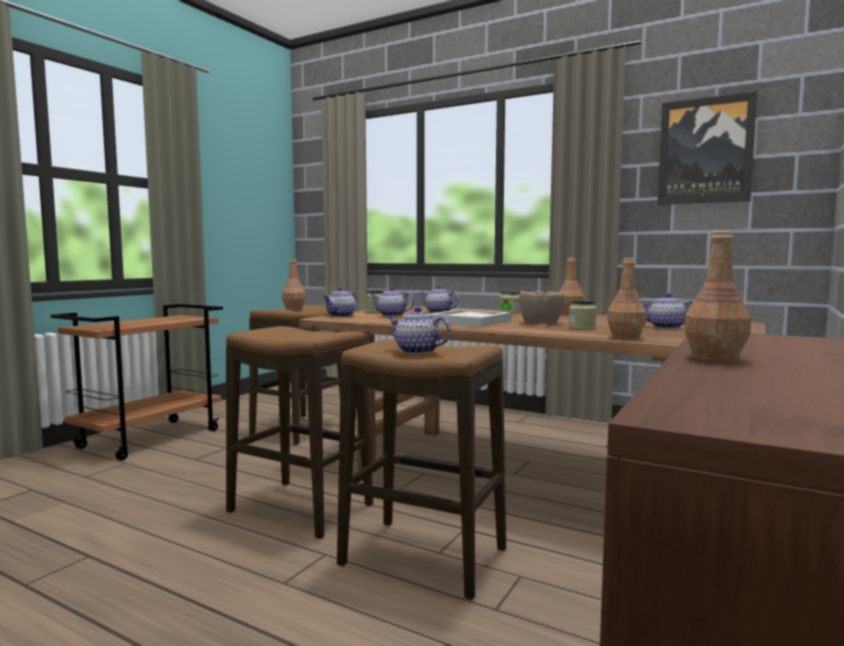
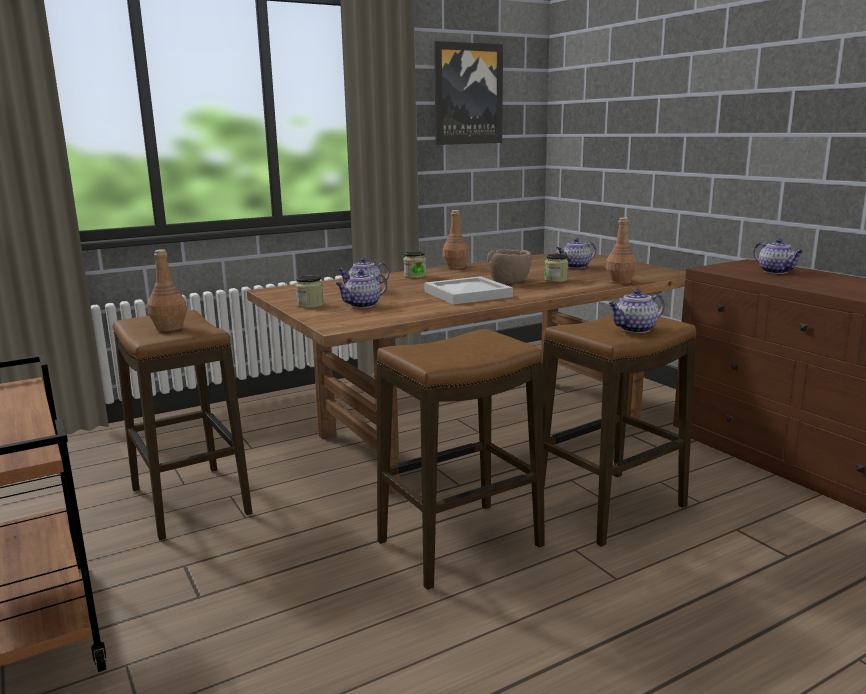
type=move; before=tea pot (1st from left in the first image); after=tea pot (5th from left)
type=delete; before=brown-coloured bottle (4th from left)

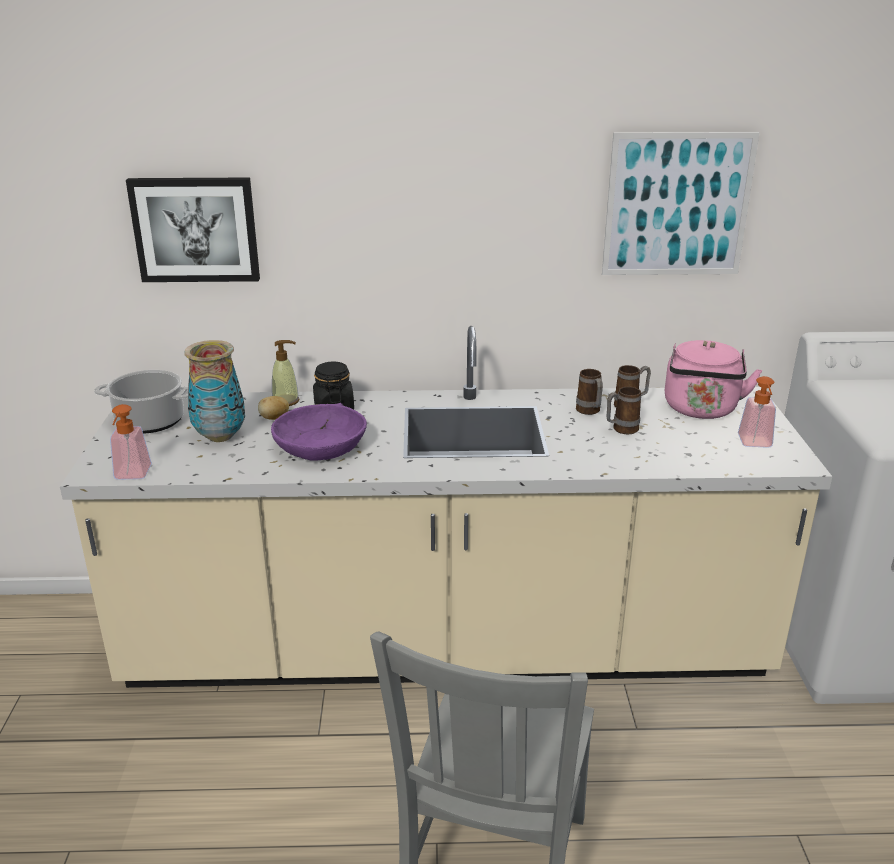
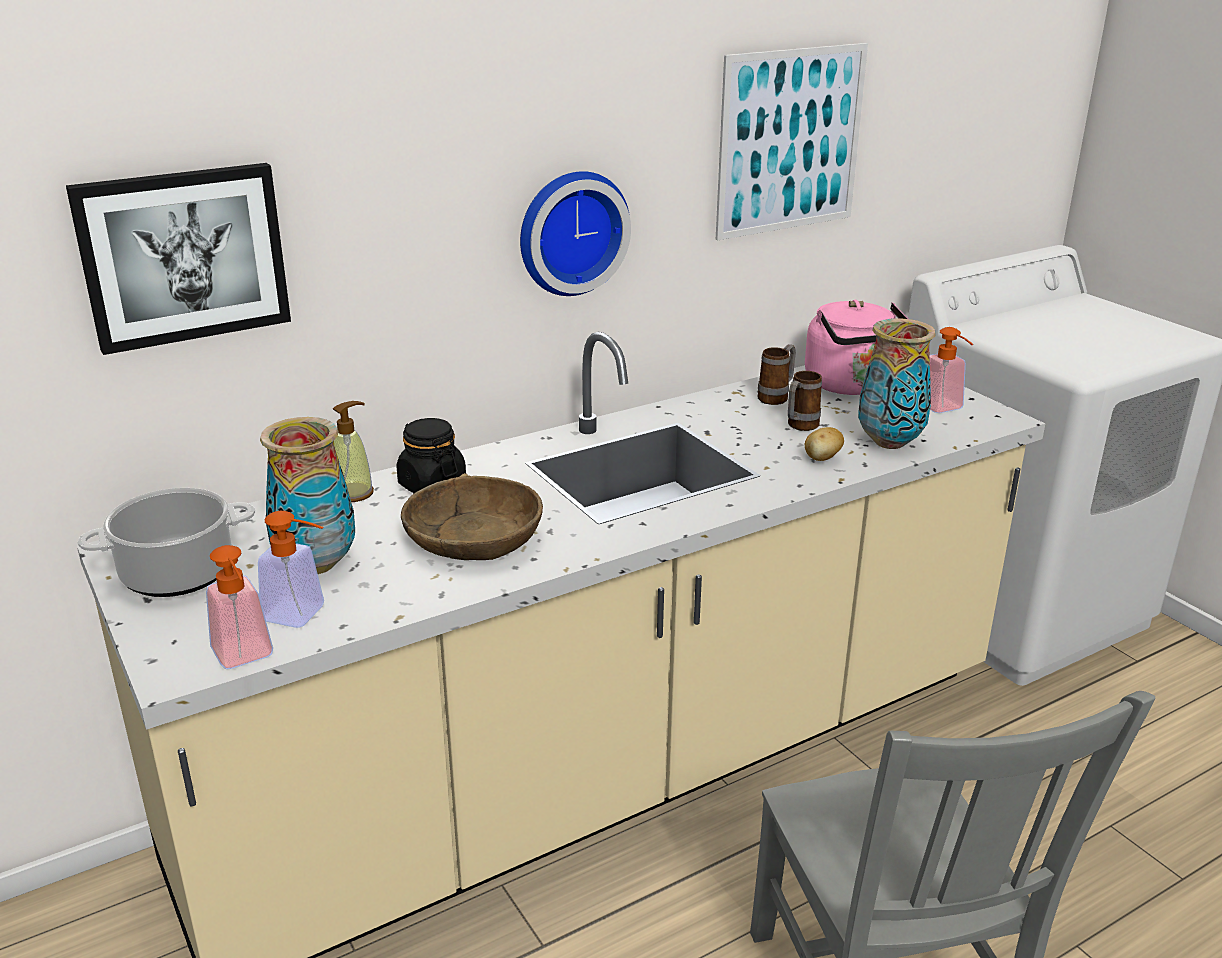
type=move; before=potato
type=recolor; before=purplish deep dish; after=brown-coloured deep dish
type=delete; before=coffee mug (1st from left)
type=insert; after=soap dispenser (2nd from left)
type=insert; after=hanging clock
type=insert; after=flower vase (2nd from left)

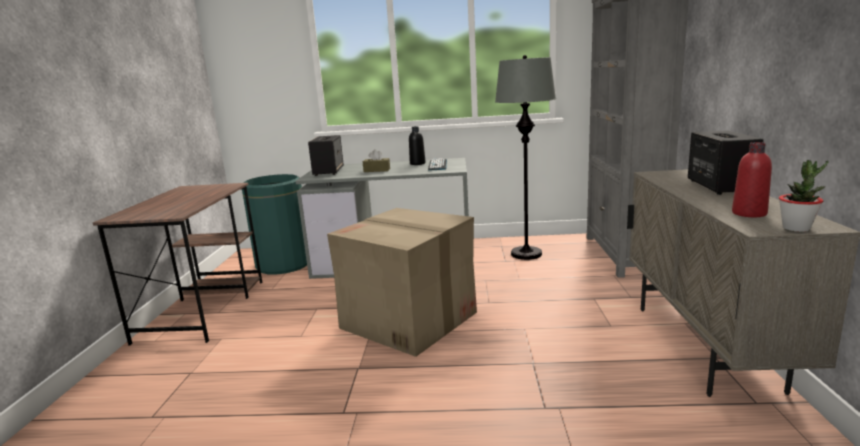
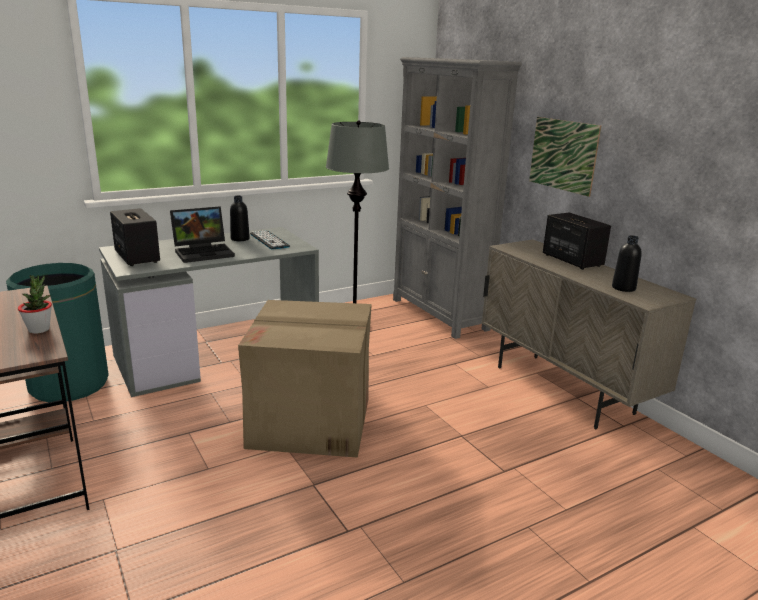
type=replace; before=brown-coloured tissue holder; after=notebook computer
type=recolor; before=red bottle; after=black-coloured bottle (2nd from left)
type=move; before=houseplant
type=insert; after=wall art

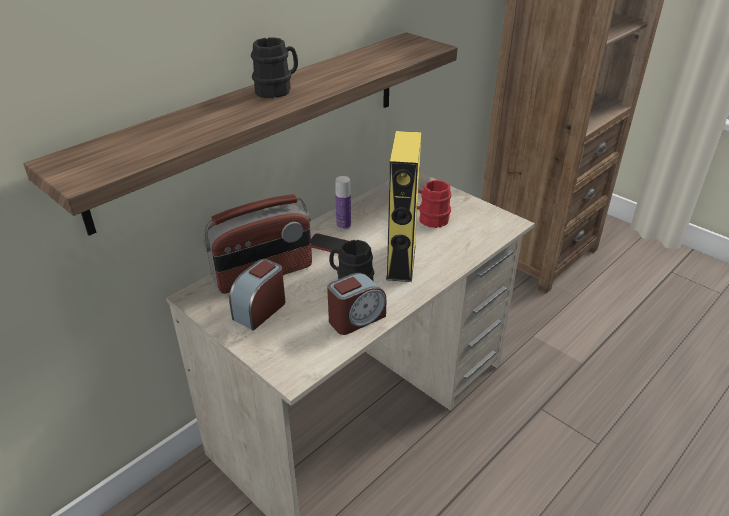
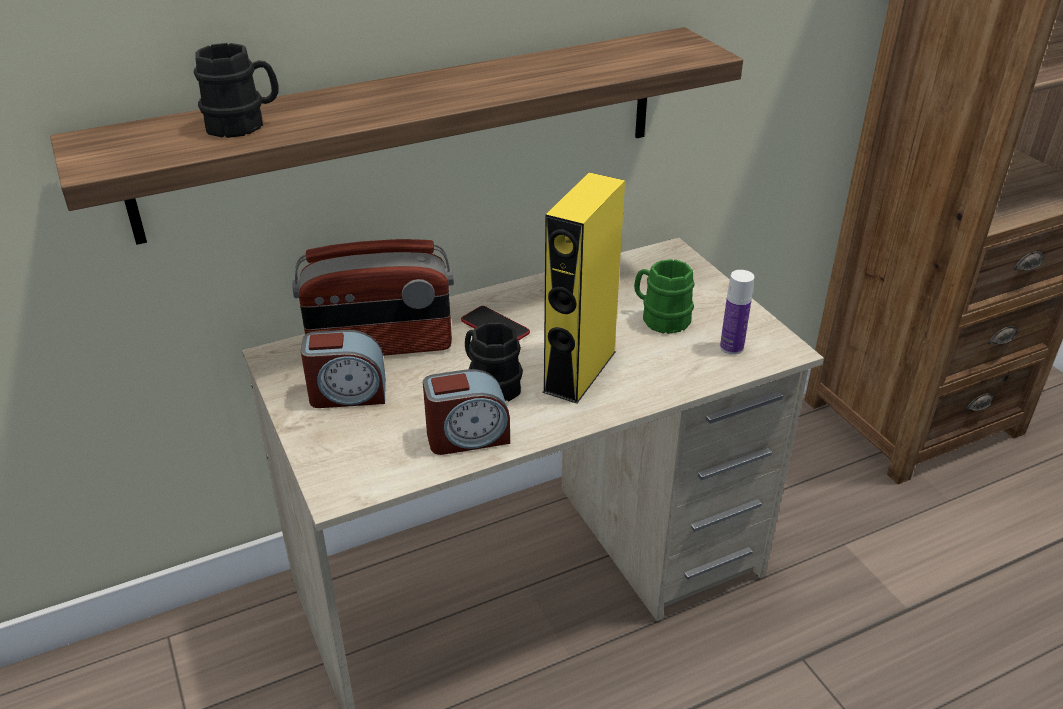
type=rotate; before=bedside clock (1st from left); turn=-150
type=move; before=black-coloured coffee mug (1st from left)
type=move; before=bottle
type=recolor; before=red coffee mug; after=green coffee mug

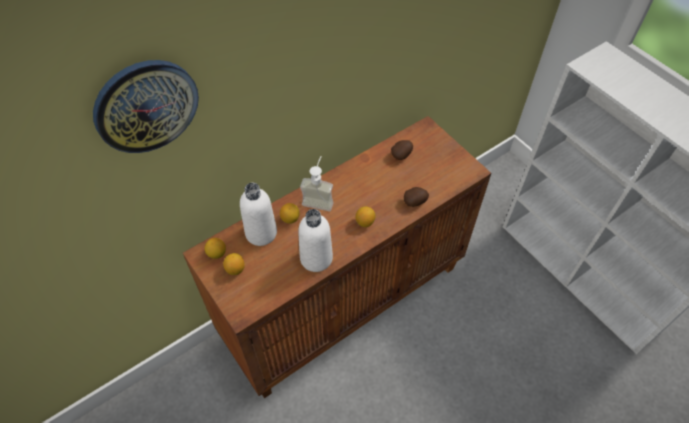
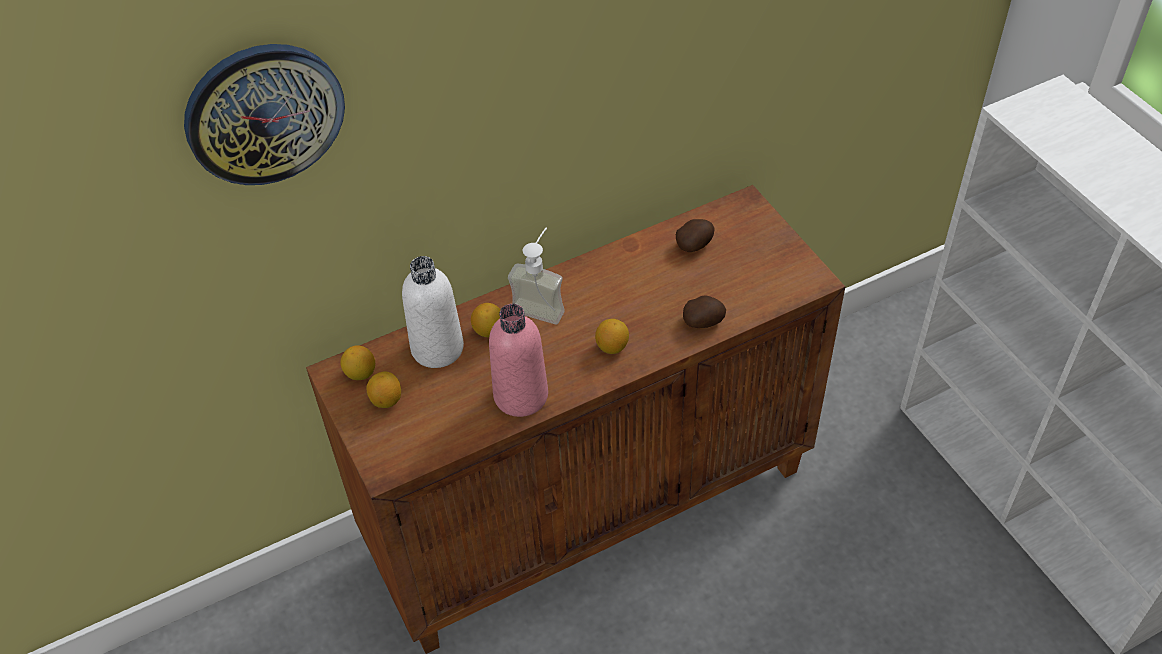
type=recolor; before=whitish bottle (2nd from left); after=pink bottle

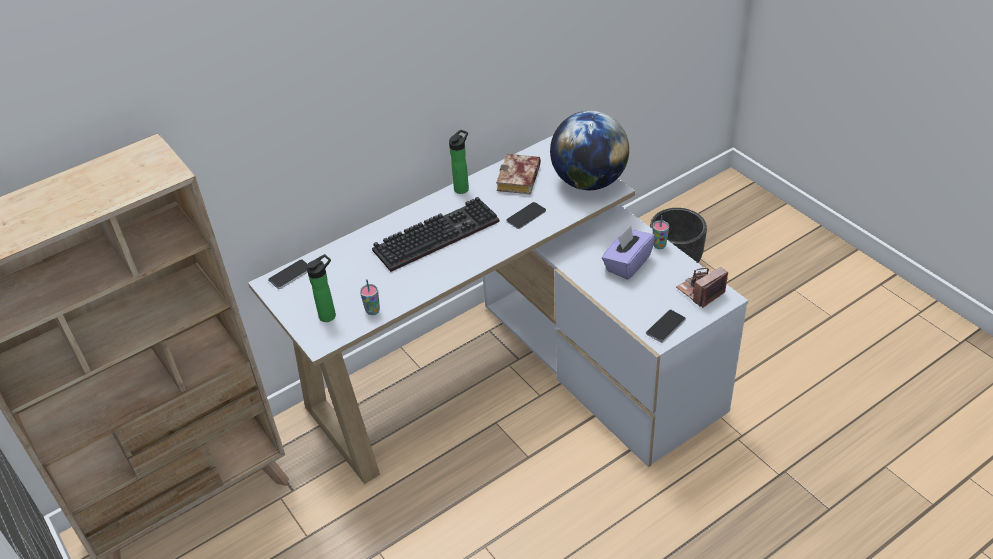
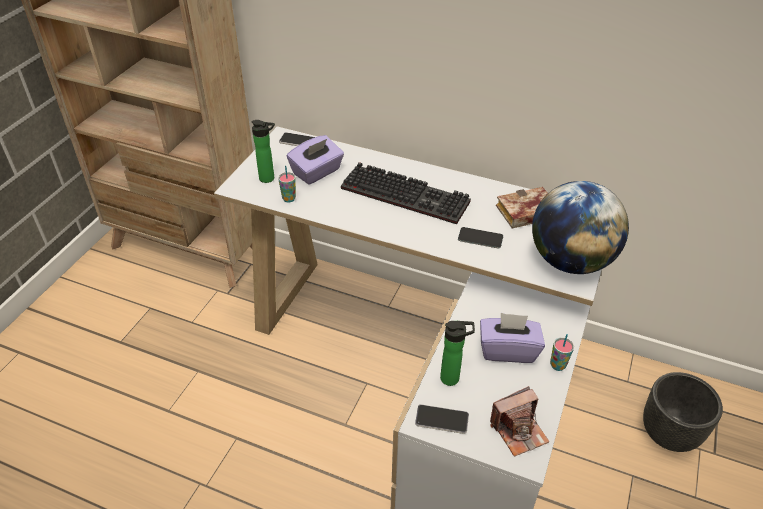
type=move; before=bottle (2nd from left)
type=rotate; before=photo camera; turn=135
type=insert; after=purplish tissue holder (1st from left)

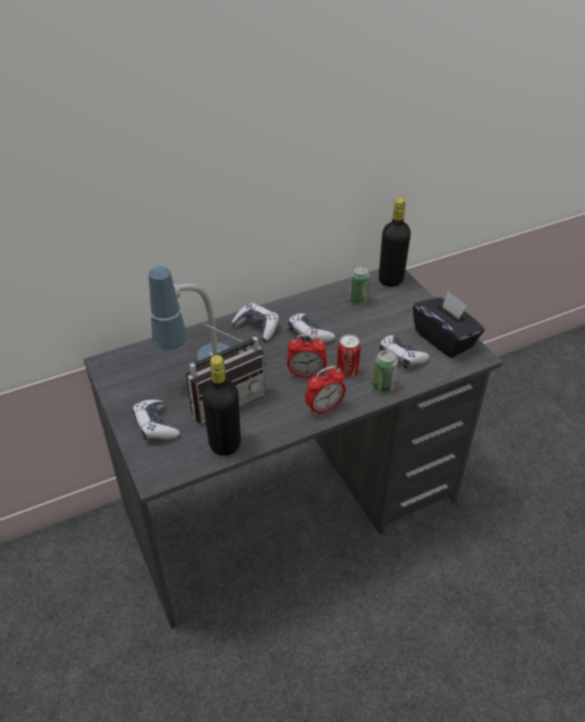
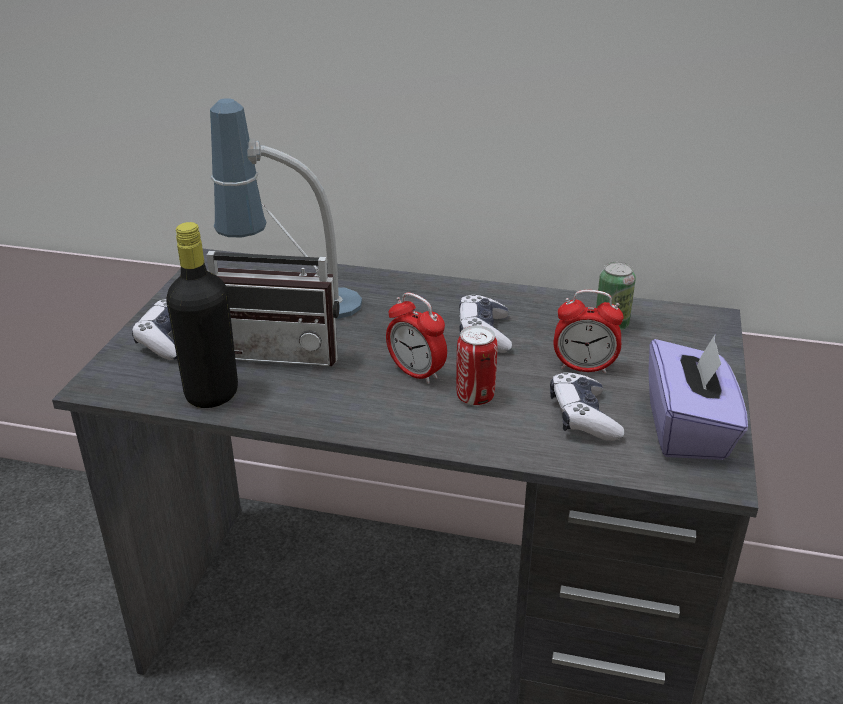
type=delete; before=game controller (2nd from left)
type=move; before=bedside clock (2nd from left)
type=delete; before=metal can (3rd from left)
type=delete; before=black-coloured bottle (2nd from left)
type=recolor; before=black-coloured tissue holder; after=purplish tissue holder

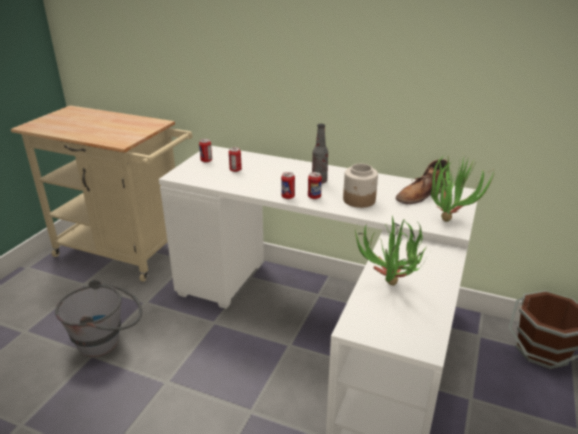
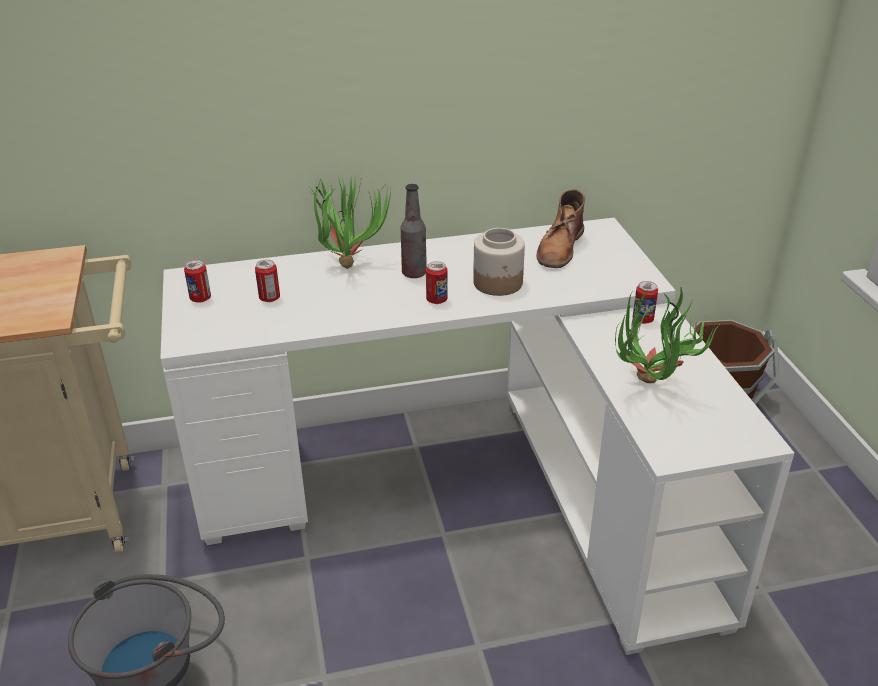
type=move; before=metal can (3rd from left in the first image); after=metal can (4th from left)
type=move; before=houseplant (2nd from left in the first image); after=houseplant (1st from left)

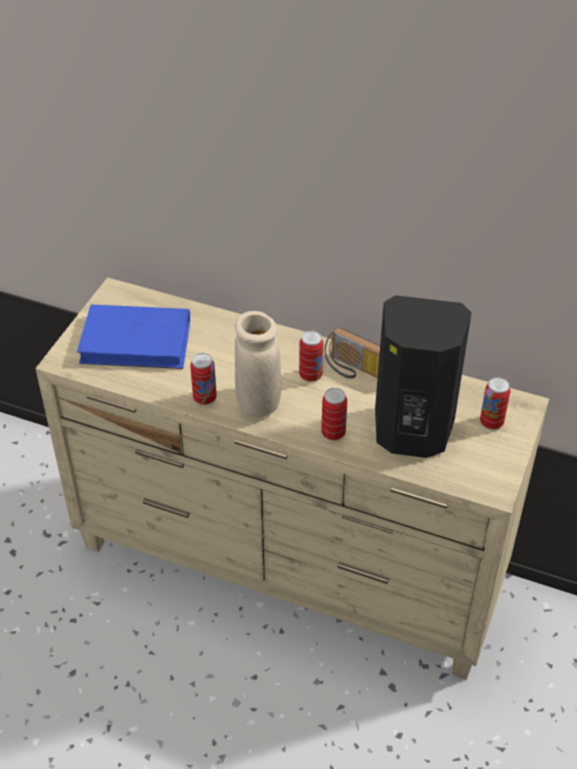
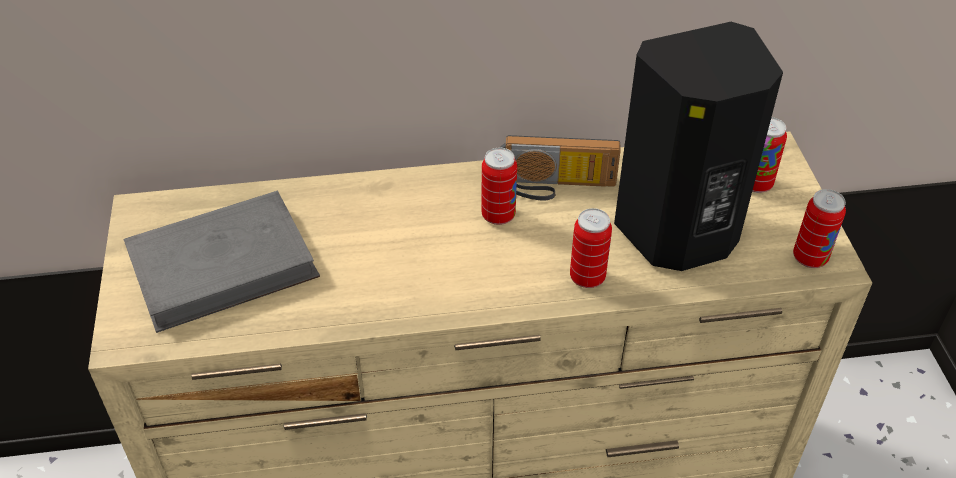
type=recolor; before=blue book; after=gray book
type=move; before=metal can (1st from left in the first image); after=metal can (4th from left)
type=delete; before=sand-coloured flower vase

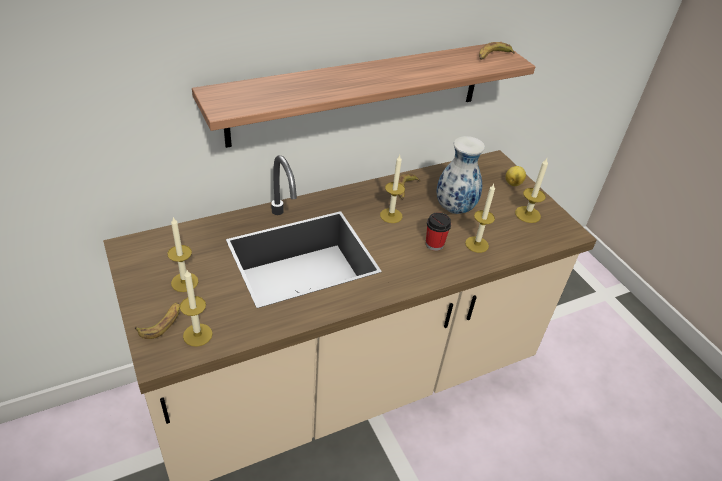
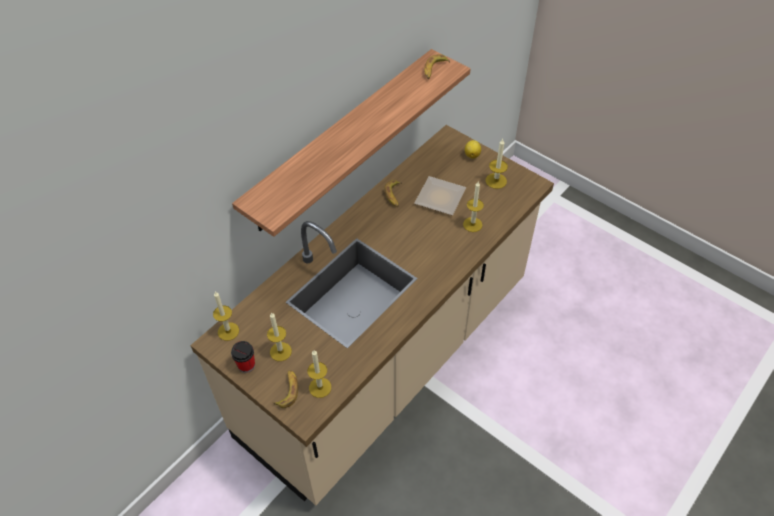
type=move; before=candle (3rd from left in the first image); after=candle (1st from left)
type=move; before=cup
type=replace; before=flower vase; after=dinner plate

